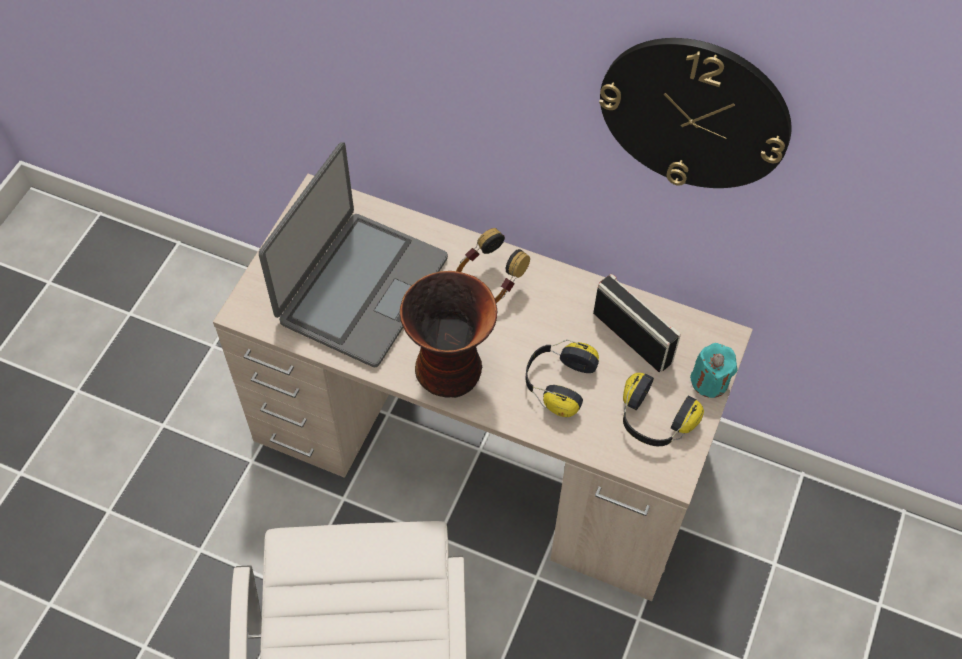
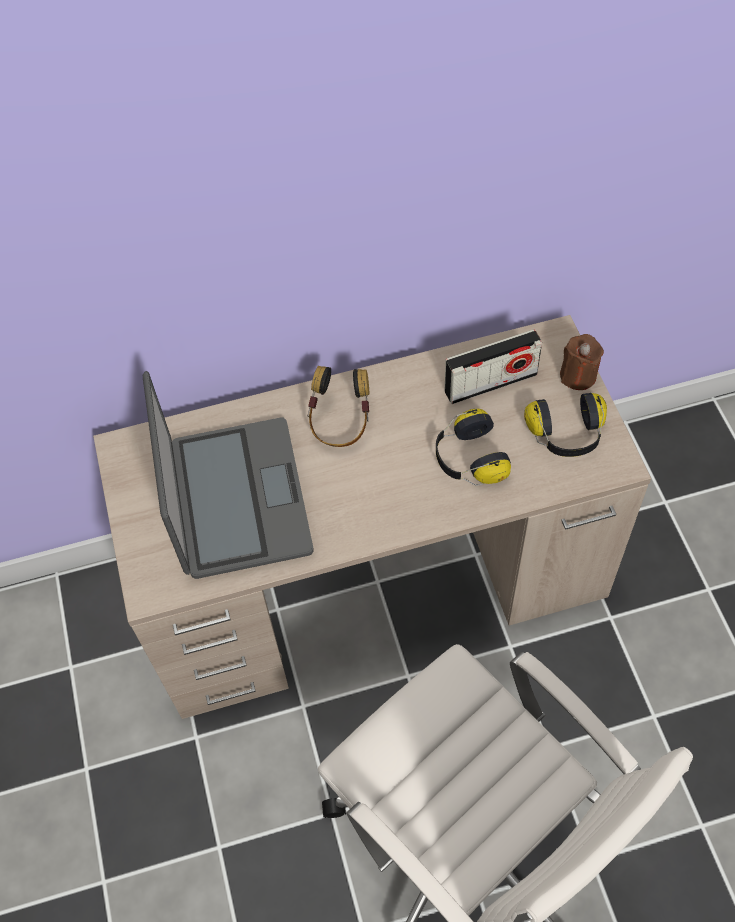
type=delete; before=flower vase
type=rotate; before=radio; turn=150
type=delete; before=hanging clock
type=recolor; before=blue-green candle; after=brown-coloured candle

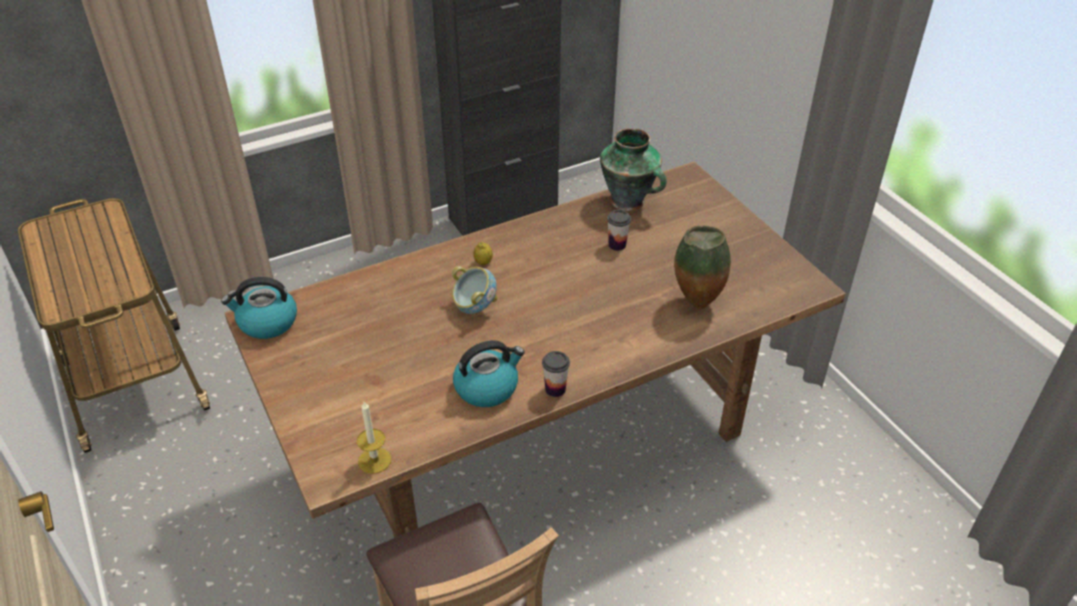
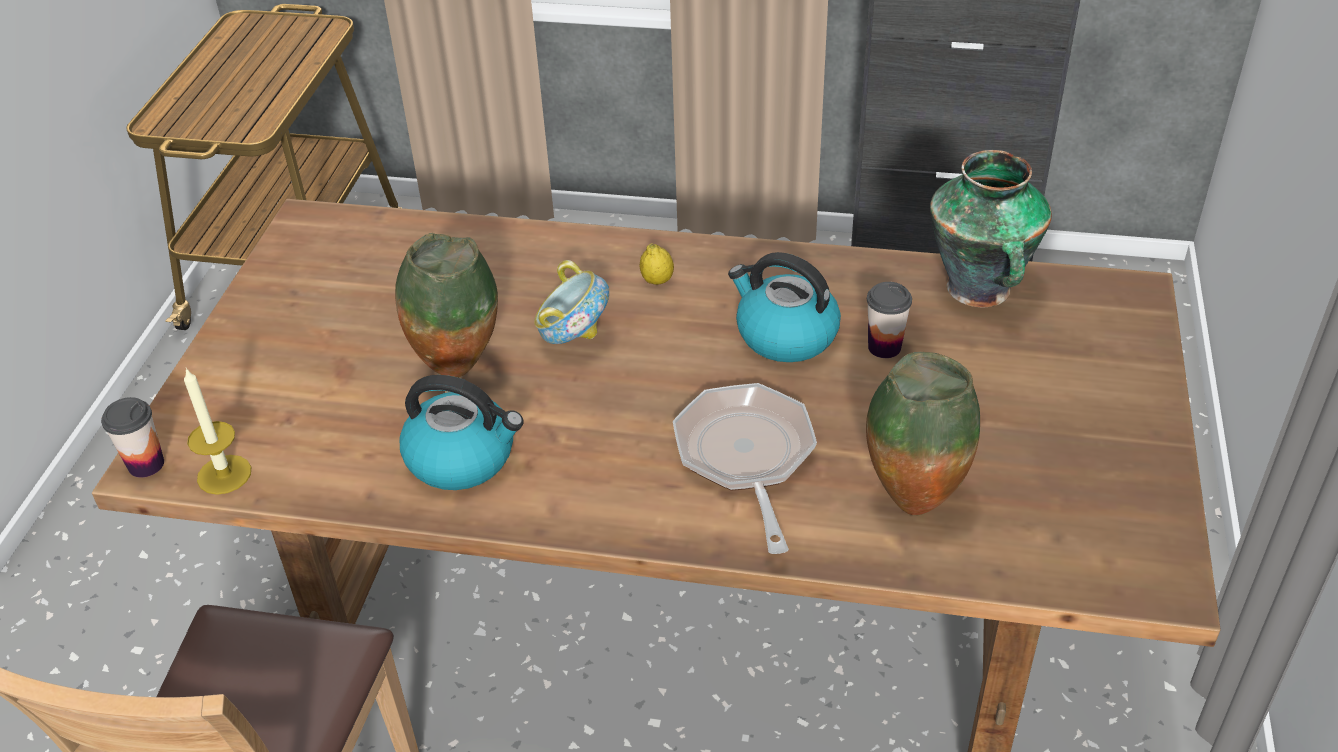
type=move; before=tea kettle (1st from left in the first image); after=tea kettle (2nd from left)
type=move; before=cup (1st from left)
type=insert; after=flower vase (1st from left)
type=insert; after=frying pan

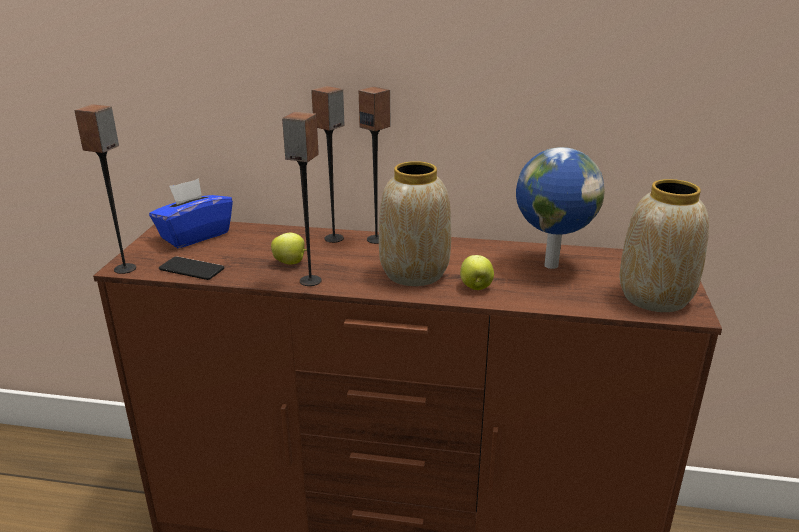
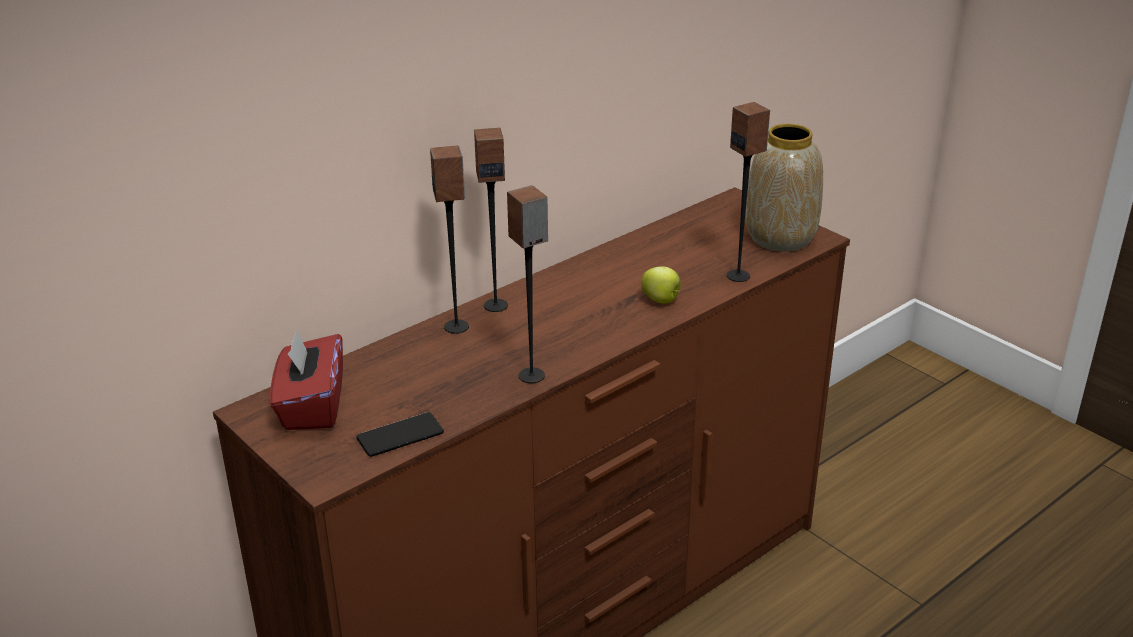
type=move; before=speaker (1st from left in the first image); after=speaker (4th from left)
type=recolor; before=blue tissue holder; after=red tissue holder
type=delete; before=apple fruit (1st from left)
type=delete; before=flower vase (1st from left)
type=delete; before=desk globe

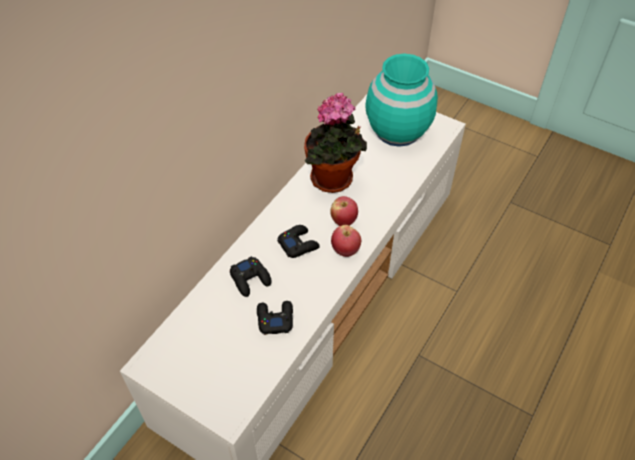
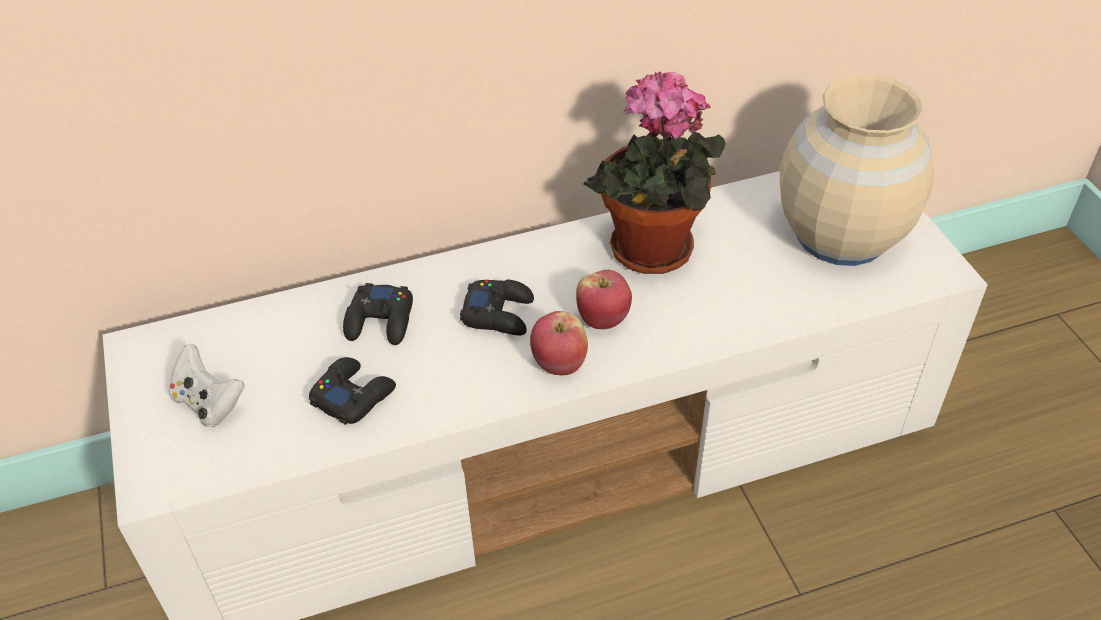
type=recolor; before=blue-green flower vase; after=sand-coloured flower vase
type=insert; after=whitish game controller

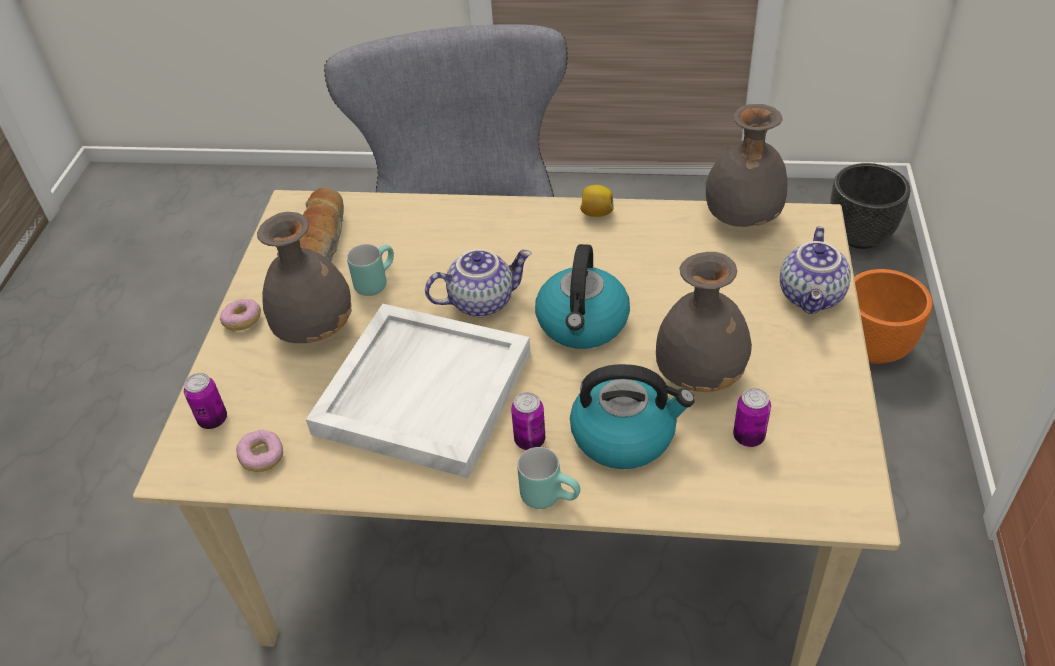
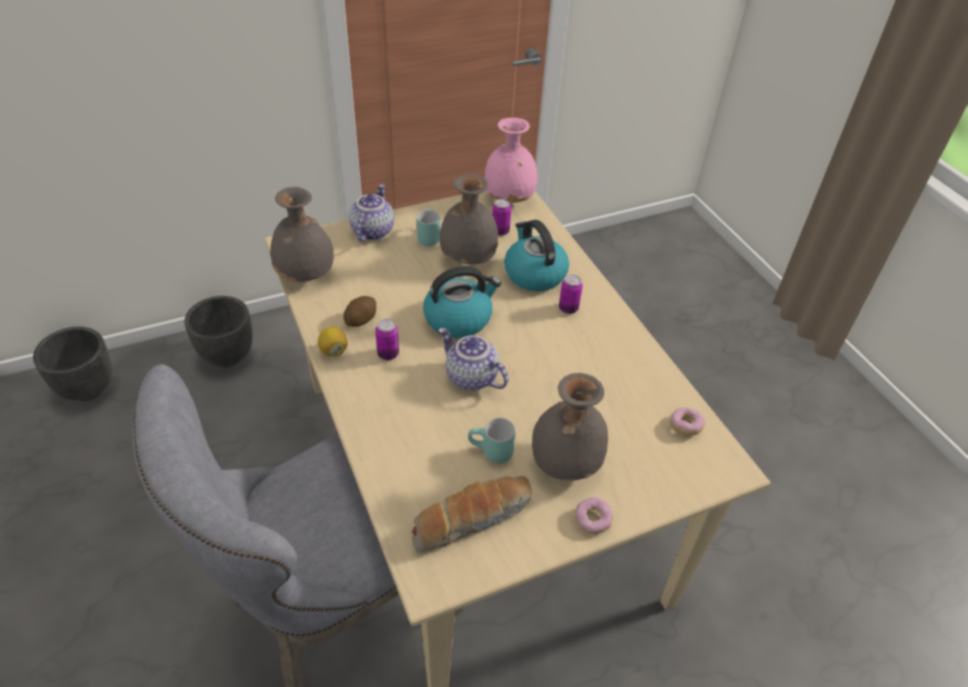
type=move; before=metal can (1st from left)
type=delete; before=whitish serving tray
type=move; before=blue-green coffee mug (2nd from left in the first image); after=blue-green coffee mug (1st from left)
type=rotate; before=tea pot (2nd from left in the first image); turn=-60
type=recolor; before=orangey planter; after=black-coloured planter (2nd from left)
type=insert; after=potato
type=insert; after=pink flower vase

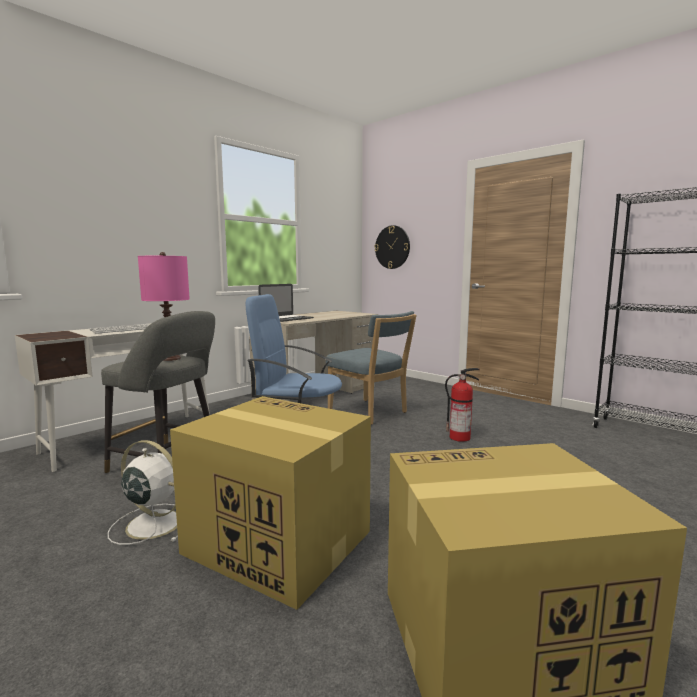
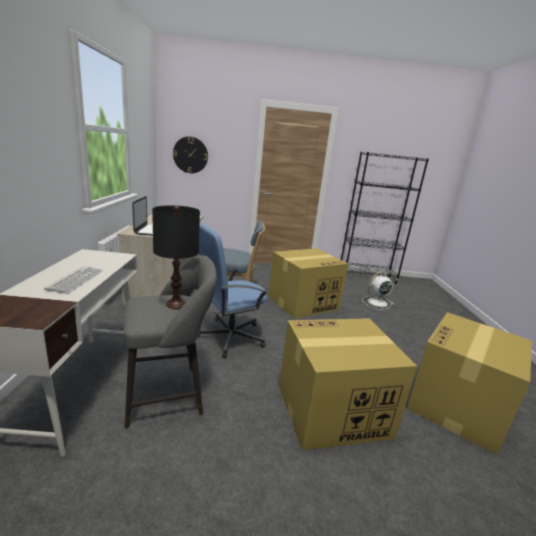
type=move; before=whitish cooling fan
type=recolor; before=pink tabletop lamp; after=black-coloured tabletop lamp
type=replace; before=fire extinguisher; after=packing box (1st from left)

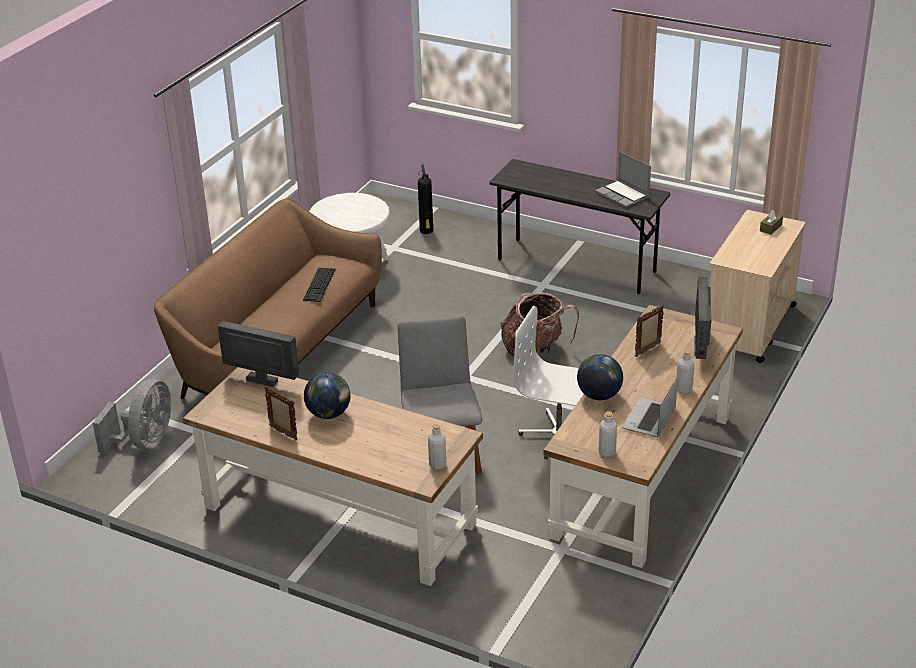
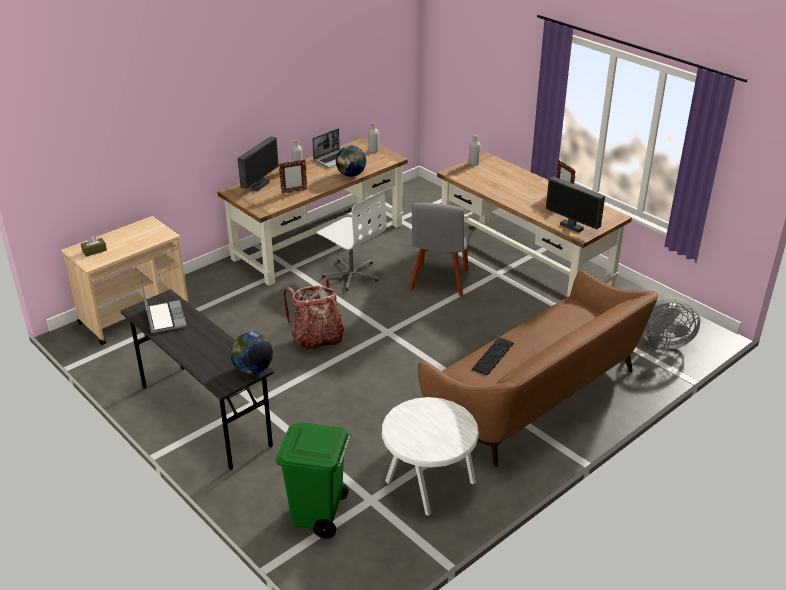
type=rotate; before=gray cooling fan; turn=-120
type=move; before=desk globe (1st from left)
type=replace; before=fire extinguisher; after=green trash can

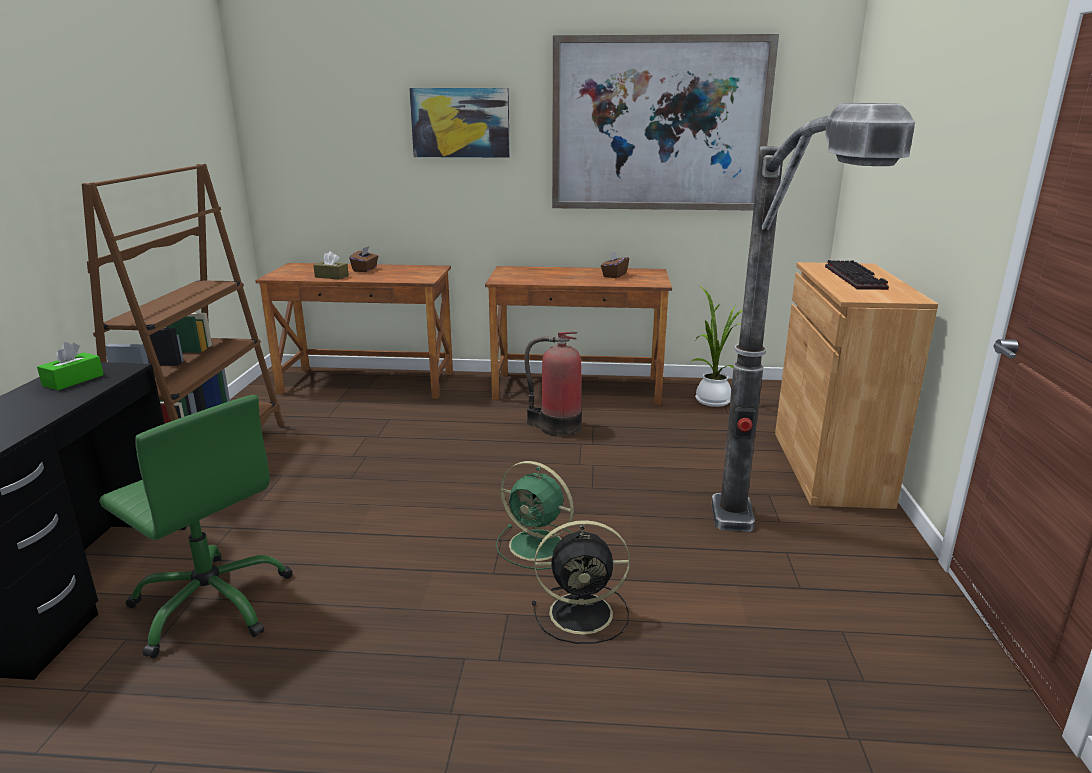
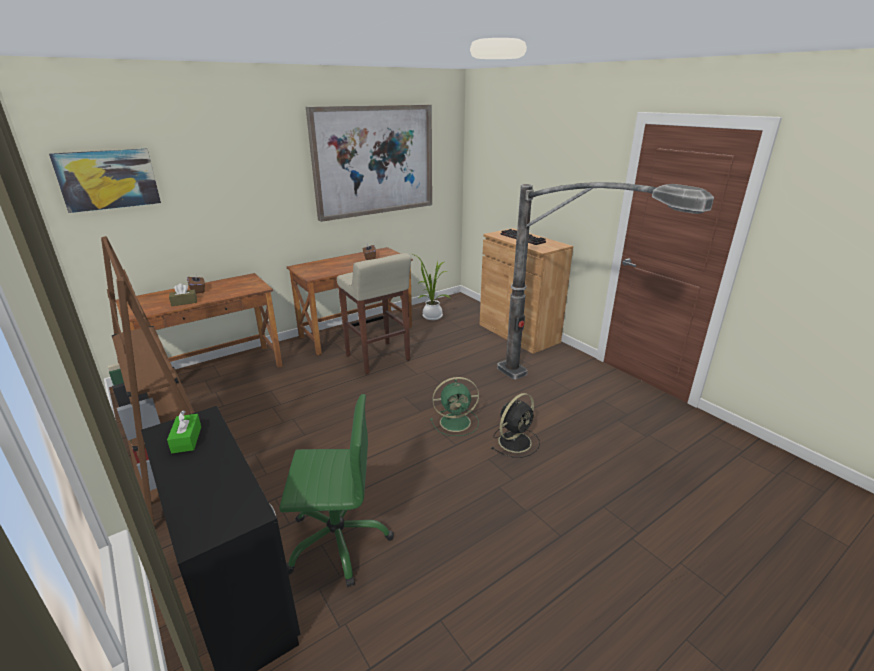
type=move; before=wall art (1st from left)
type=replace; before=fire extinguisher; after=sand-coloured stool

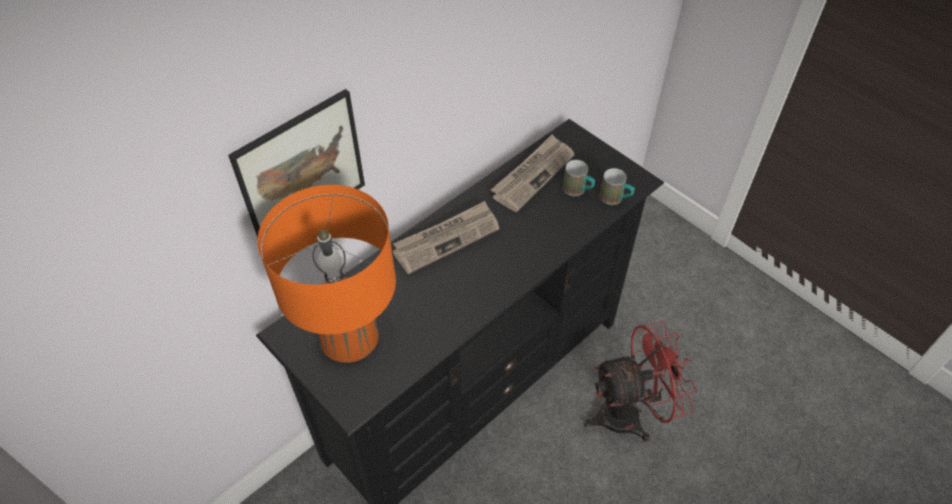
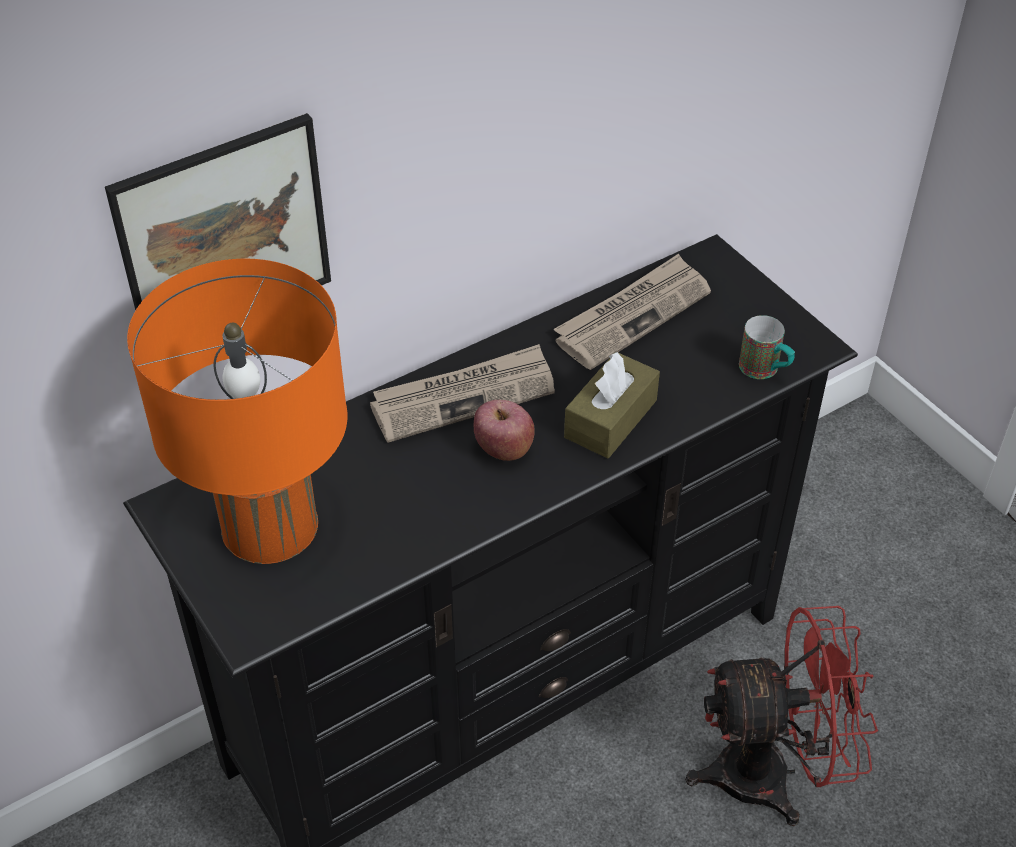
type=delete; before=coffee mug (1st from left)
type=insert; after=apple fruit
type=insert; after=brown-coloured tissue holder

